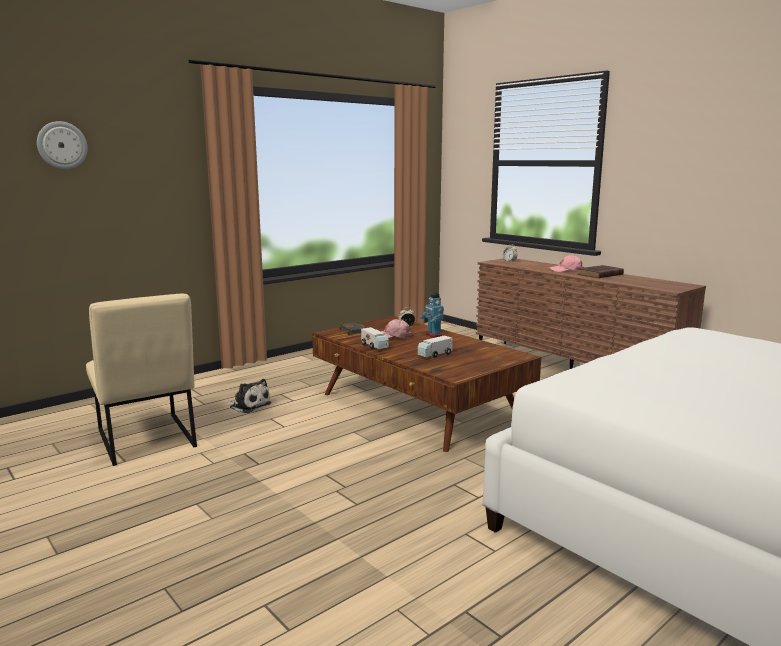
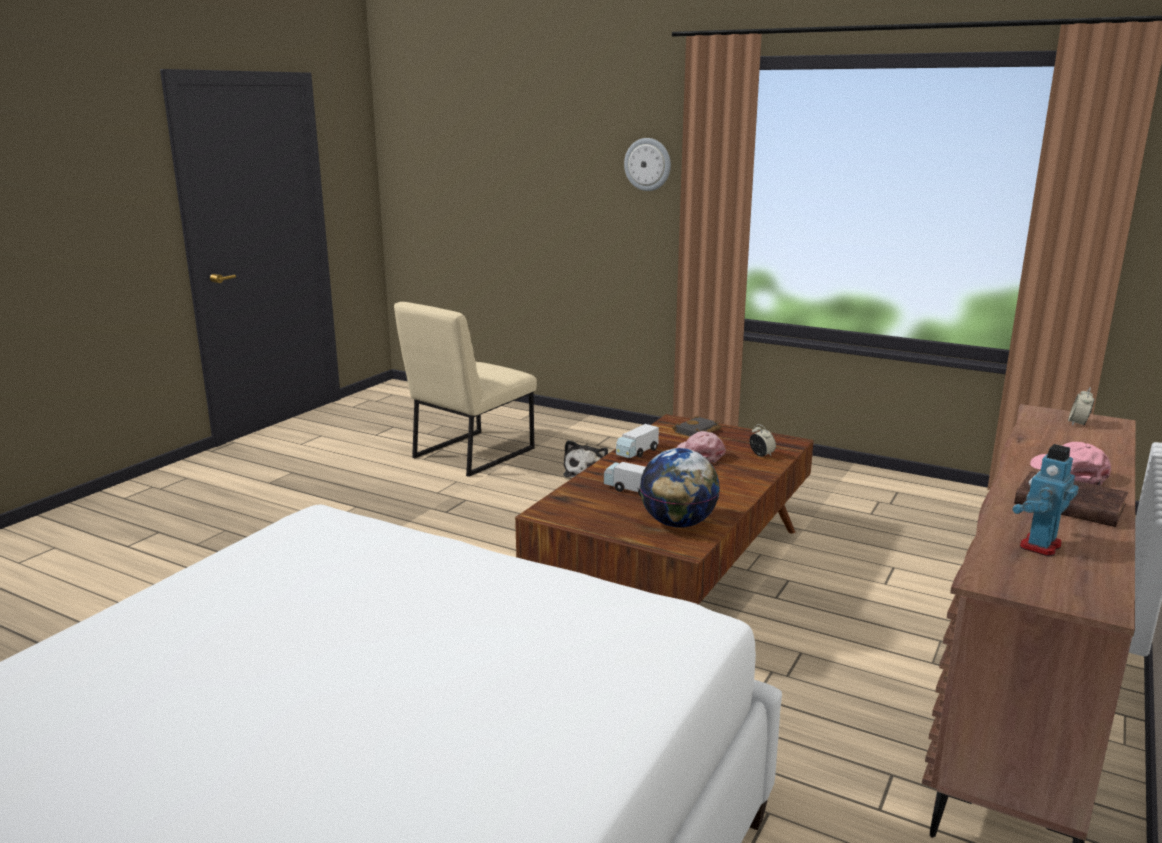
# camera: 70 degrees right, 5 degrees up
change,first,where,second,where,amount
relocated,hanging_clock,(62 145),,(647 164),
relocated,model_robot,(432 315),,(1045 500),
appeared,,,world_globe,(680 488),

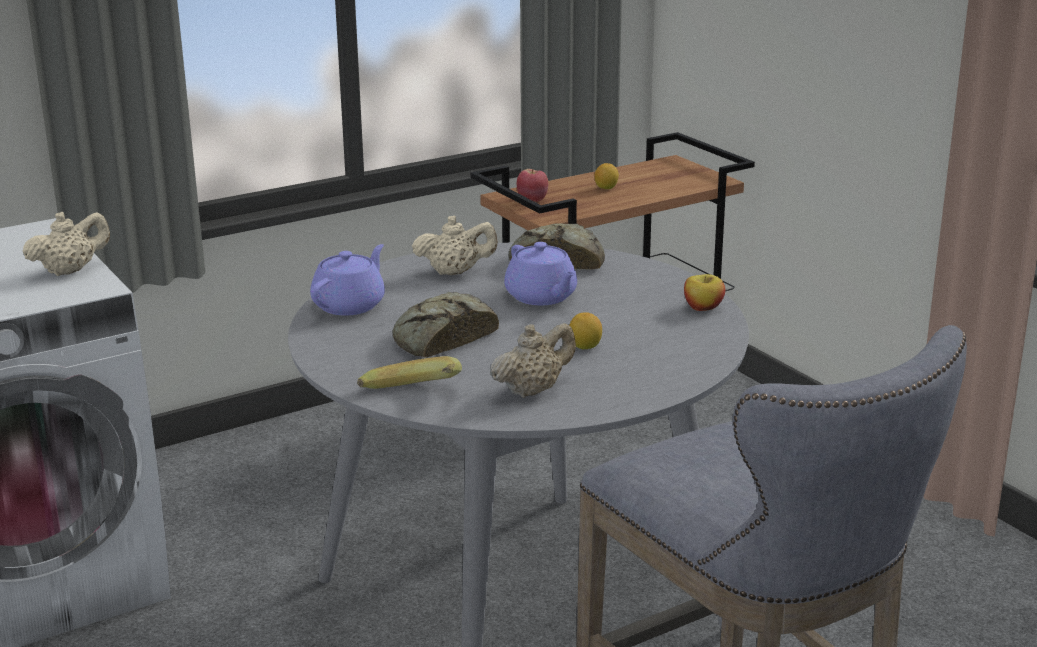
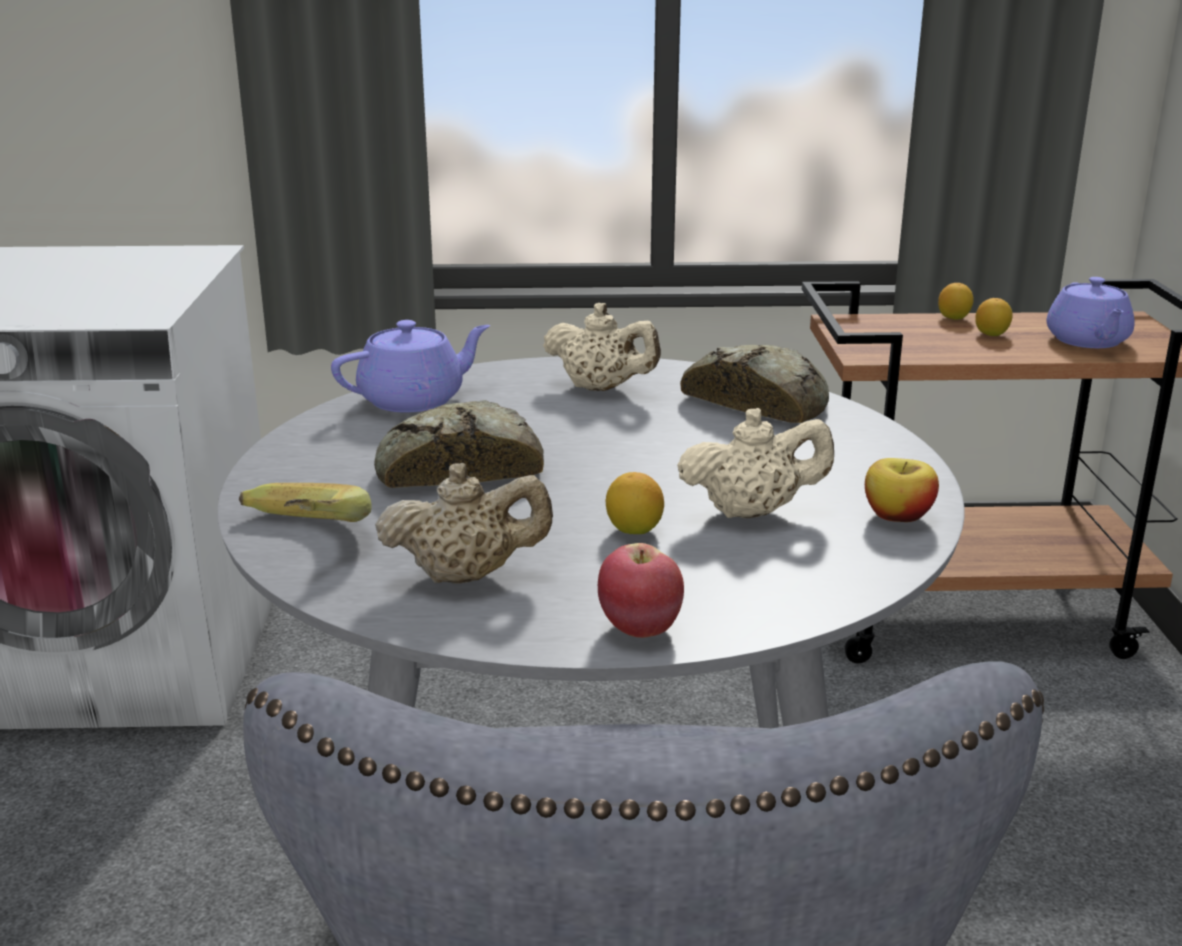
# camera: 30 degrees right, 0 degrees up
change,first,where,second,where,amount
relocated,sand-coloured_teapot,(66 244),,(755 463),
relocated,purple-coloured_teapot,(540 273),,(1091 312),
relocated,apple,(532 185),,(641 590),
appeared,,,citrus_fruit,(956 301),

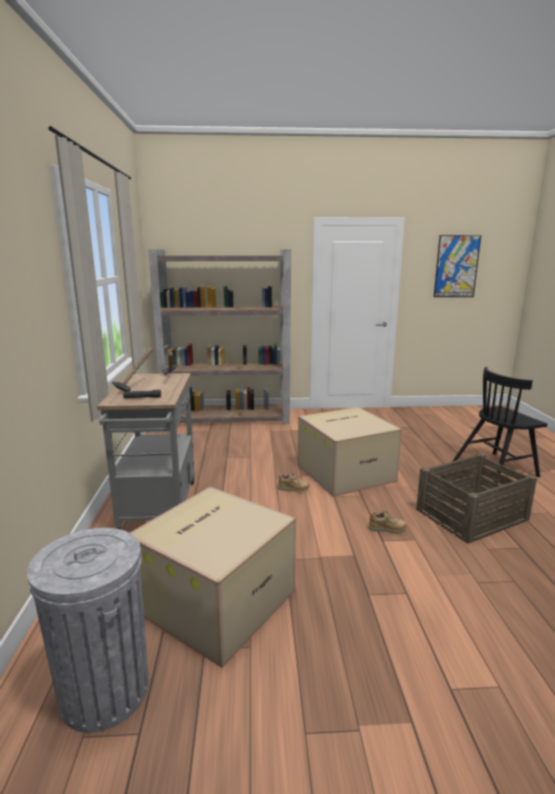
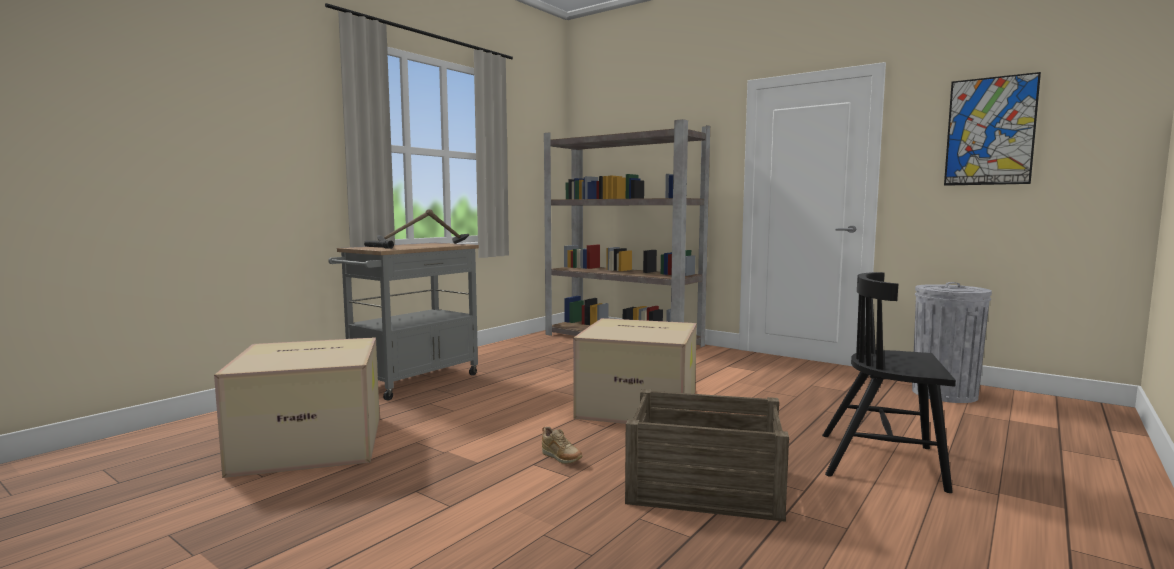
# camera: 40 degrees right, 10 degrees down
change,first,where,second,where,amount
relocated,grey_rubbish_bin,(88 630),,(952 342),
missing,sand-coloured_shoe,(294 482),,,

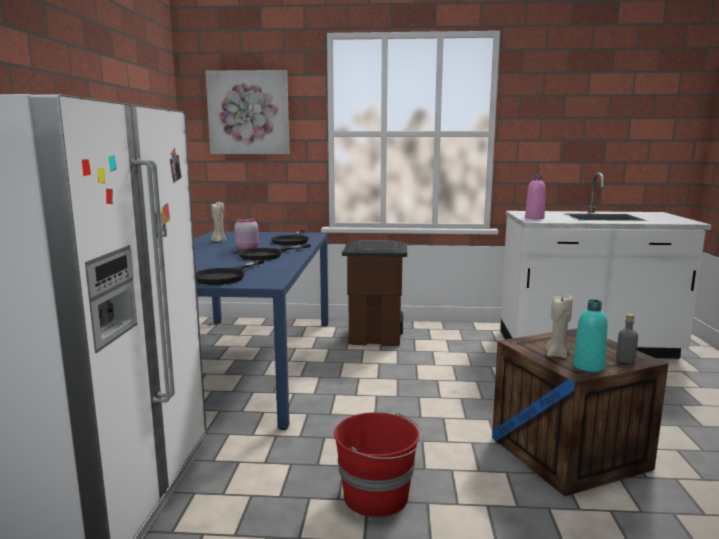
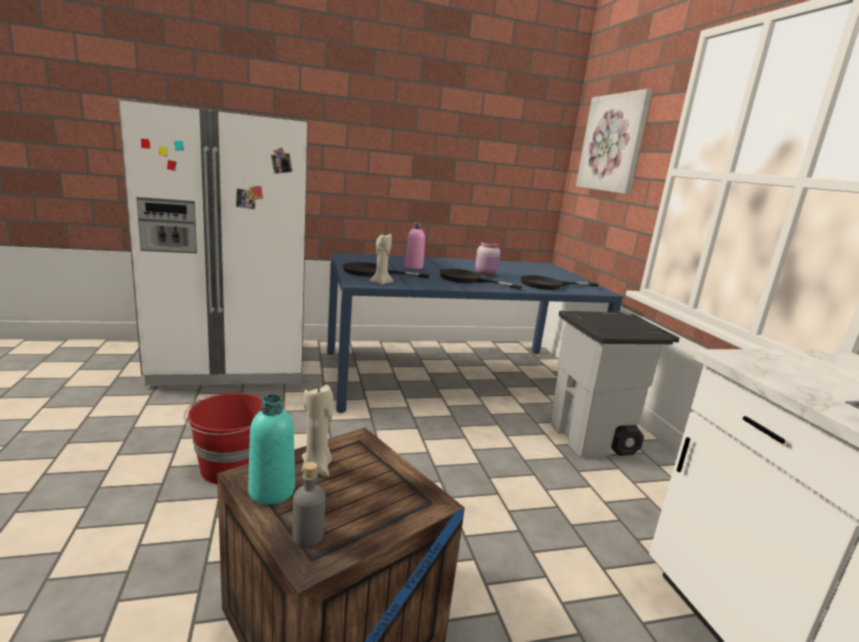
# camera: 70 degrees right, 5 degrees up
change,first,where,second,where,amount
relocated,sand-coloured_wax_light,(219 221),,(381 259),
colour,brown-coloured_rubbish_bin,(374 293),grey_rubbish_bin,(615 384),
relocated,pinkish_beverage_bottle,(535 196),,(414 245),

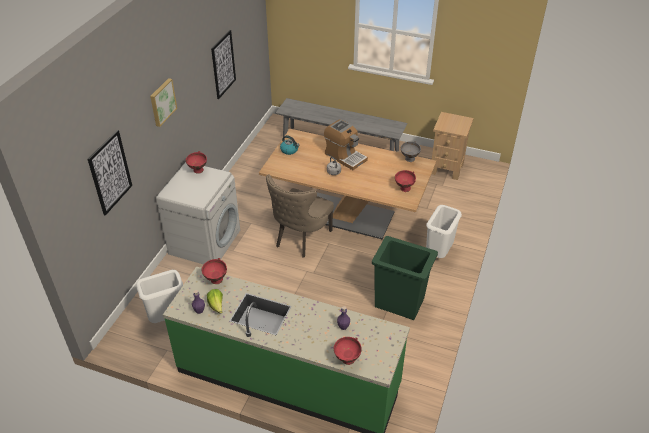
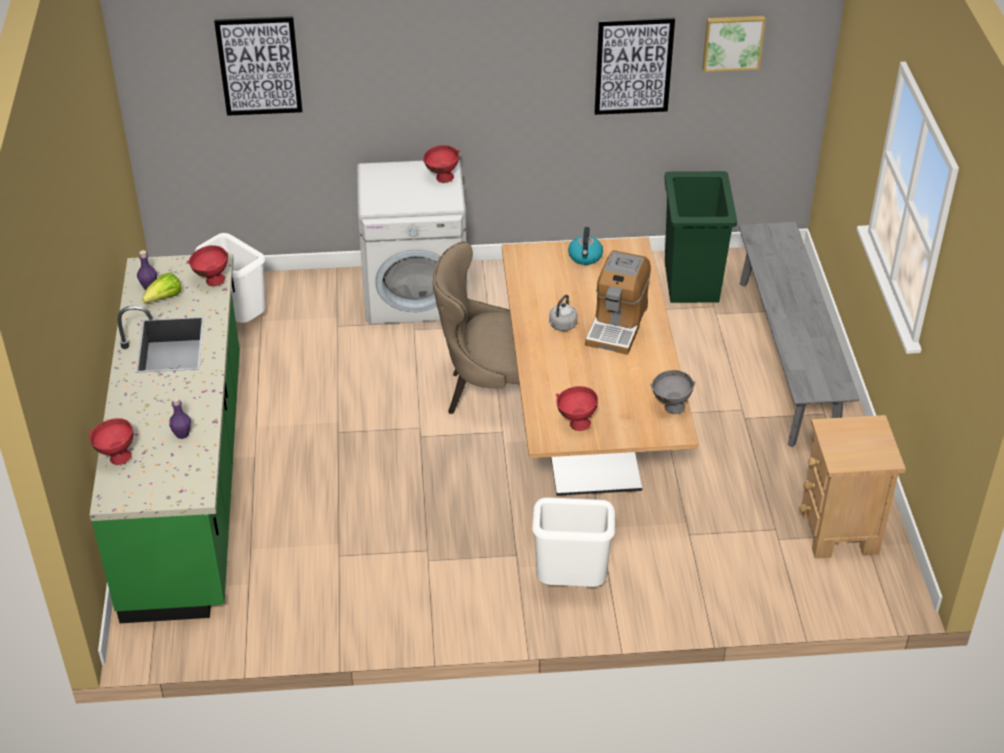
# camera: 65 degrees right, 0 degrees up
change,first,where,second,where,amount
relocated,wall_art,(163 102),,(734 44),
relocated,greenish_rubbish_bin,(405 278),,(700 237),

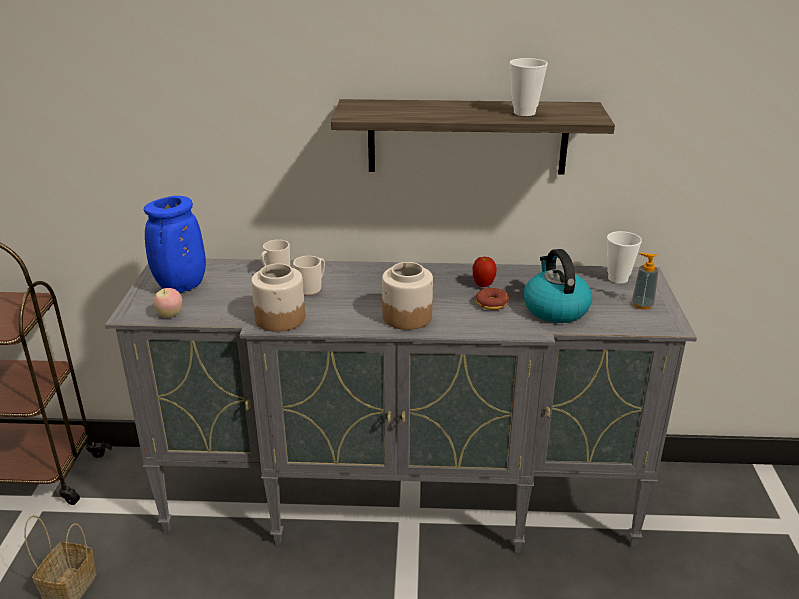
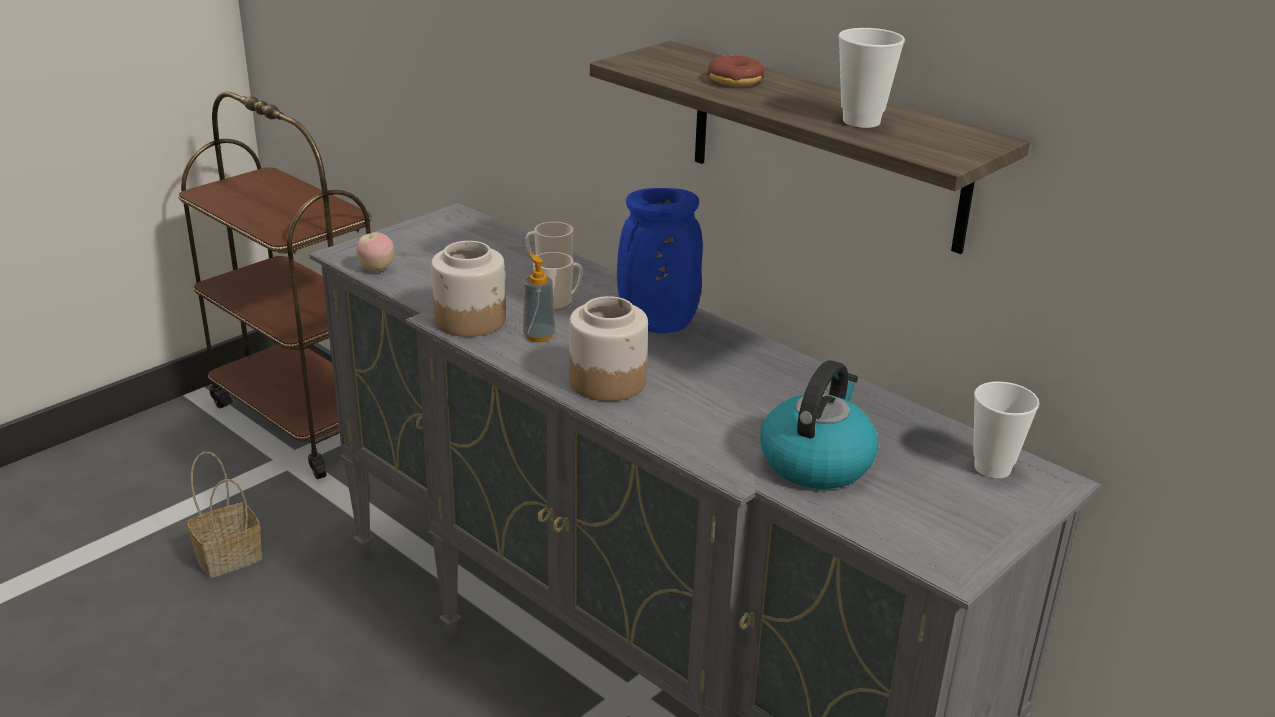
# camera: 40 degrees right, 0 degrees up
change,first,where,second,where,amount
relocated,blue_vase,(175 244),,(660 260),
missing,apple,(485 272),,,
relocated,donut,(492 299),,(735 71),
relocated,liquid_soap_bottle,(645 281),,(539 297),

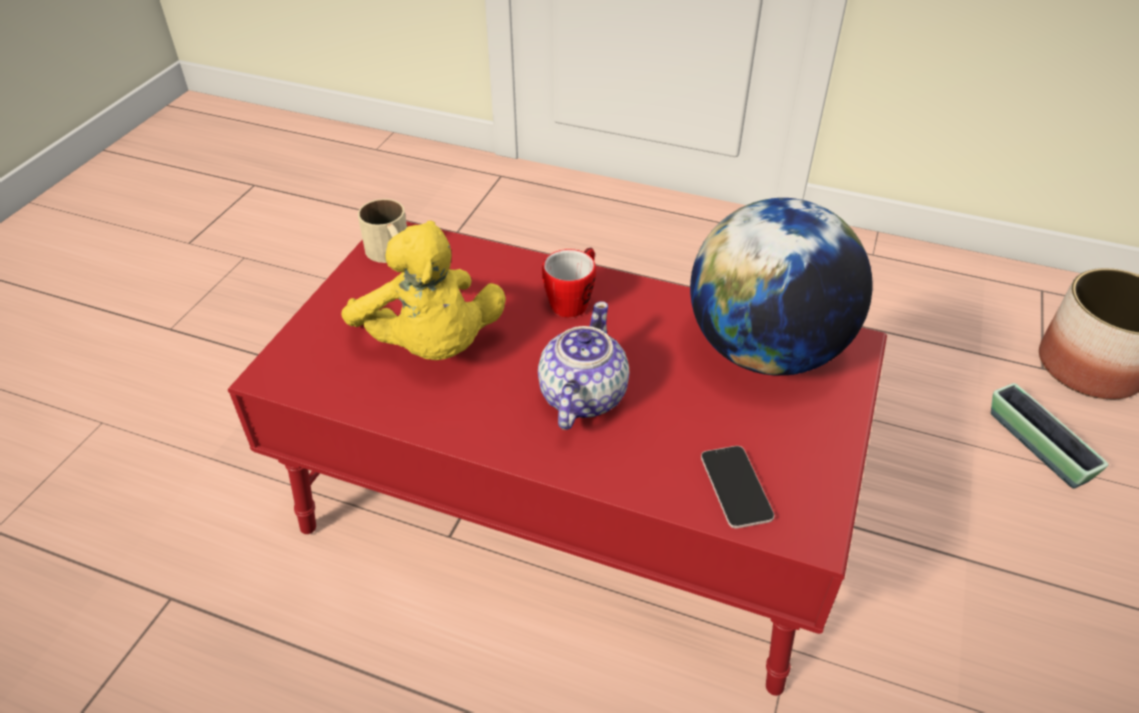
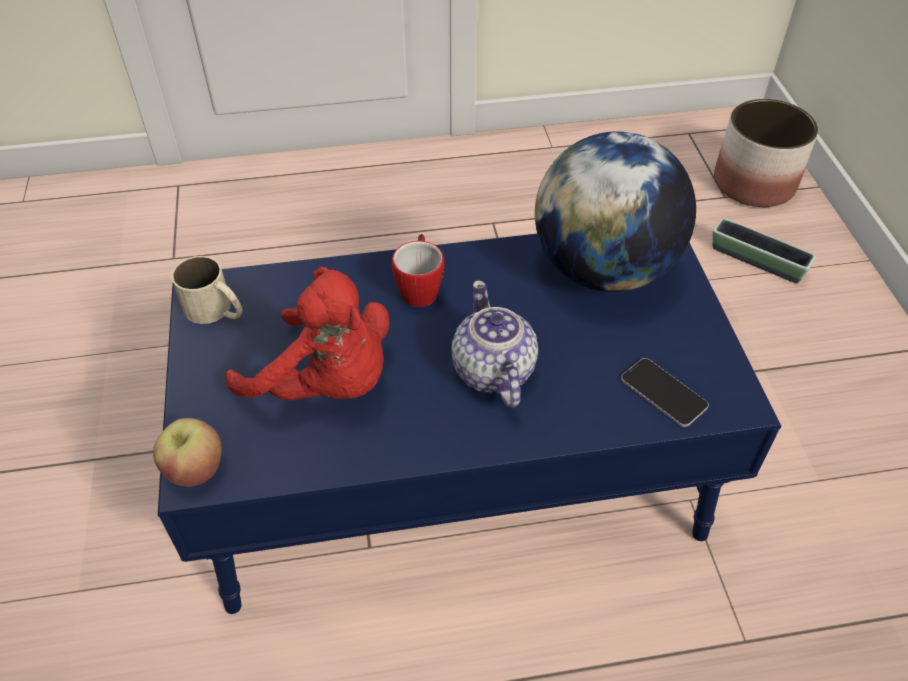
# camera: 30 degrees left, 5 degrees up
change,first,where,second,where,amount
colour,reddish_low_table,(557 458),blue_low_table,(469 424),
colour,yellow-coloured_soft_toy,(423 290),reddish_soft_toy,(308 334),
appeared,,,apple,(187 452),

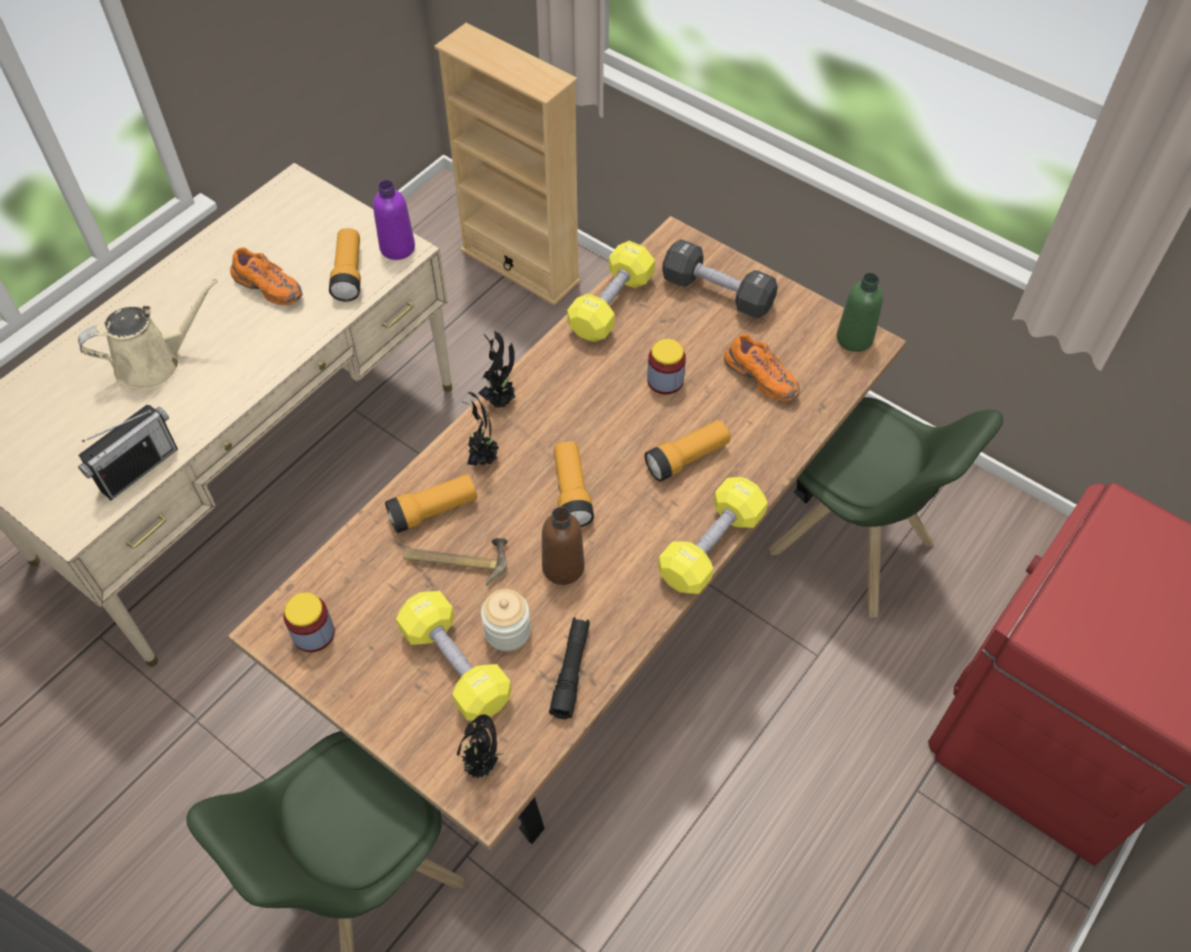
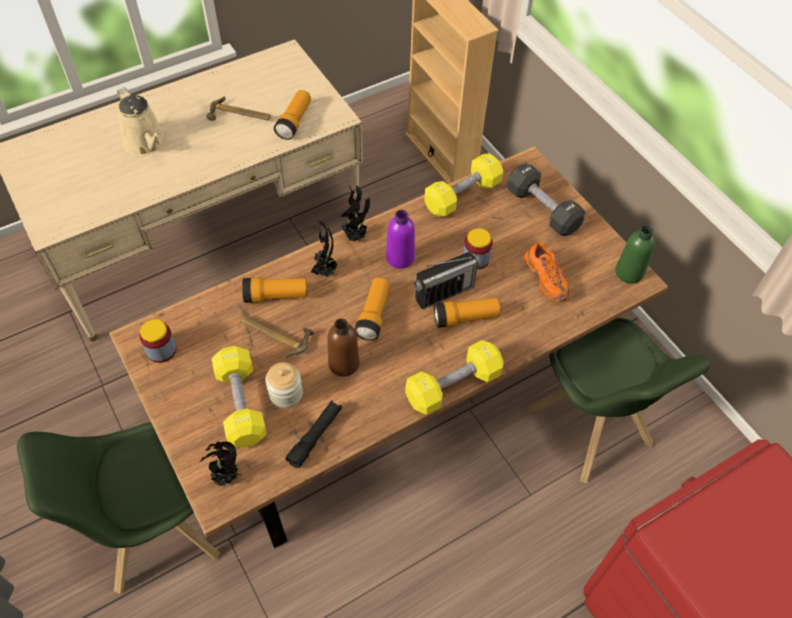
# camera: 20 degrees right, 0 degrees up
change,first,where,second,where,amount
spun,sand-coloured_watering_pot,(148 334),,(141 121),60 degrees clockwise
relocated,radio,(128 452),,(447 280),
exchanged,orange_shoe,(266 276),tool_hammer,(238 108),
relocated,purple-coloured_beverage_bottle,(394 220),,(400 239),

